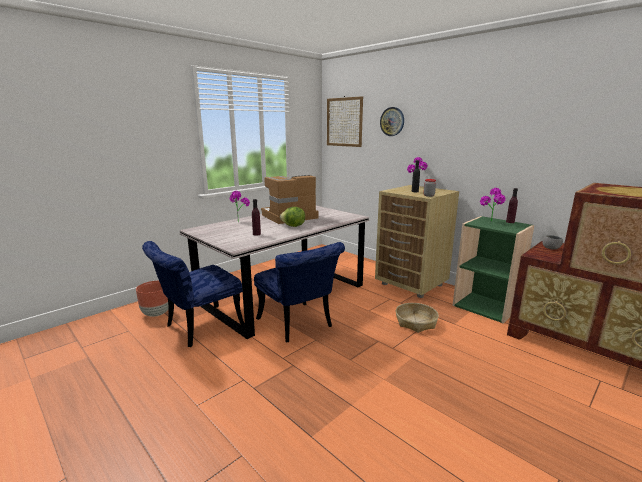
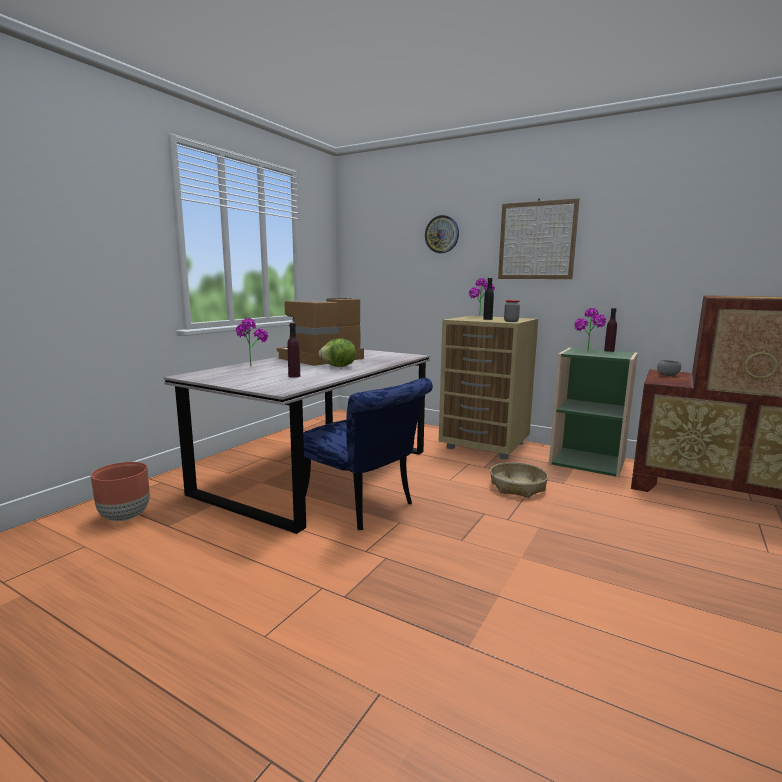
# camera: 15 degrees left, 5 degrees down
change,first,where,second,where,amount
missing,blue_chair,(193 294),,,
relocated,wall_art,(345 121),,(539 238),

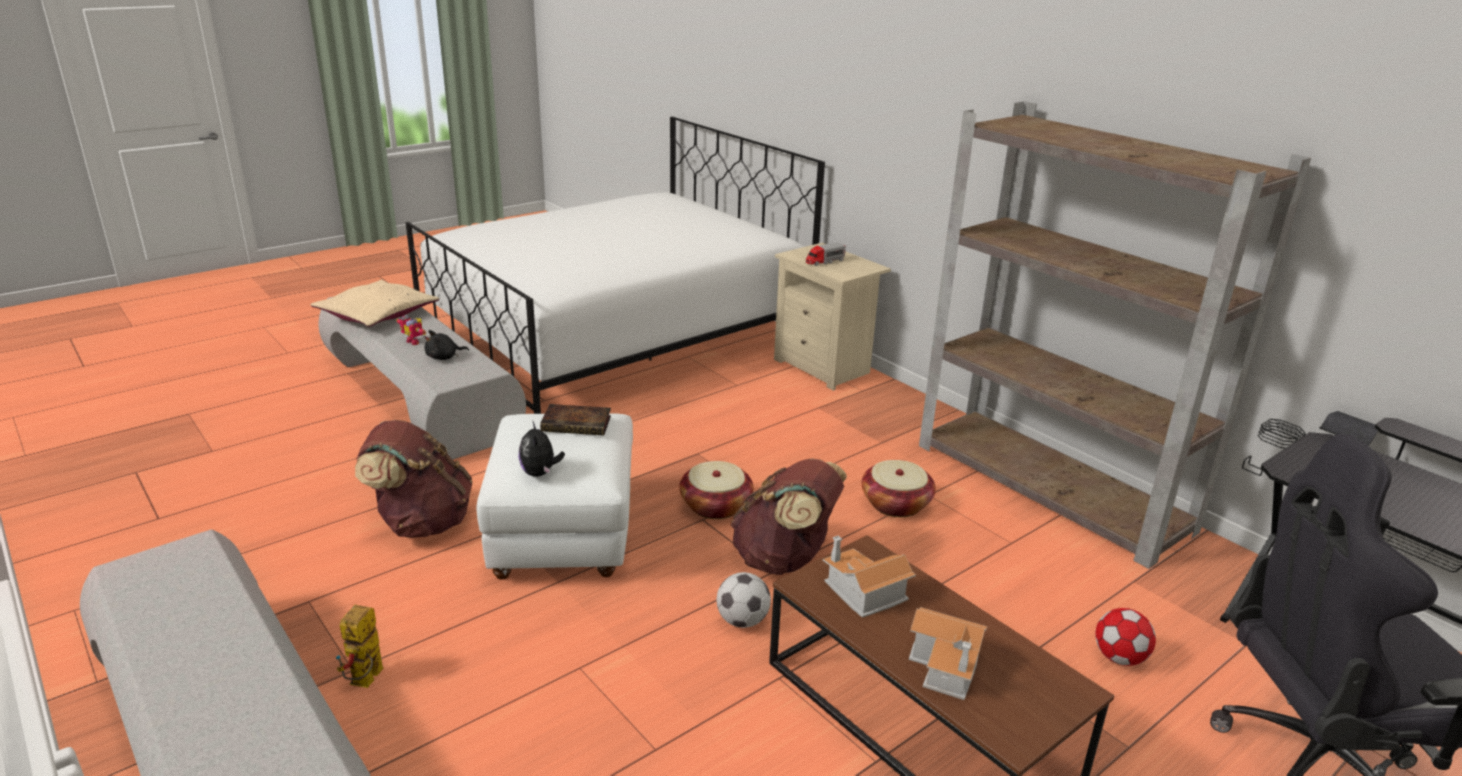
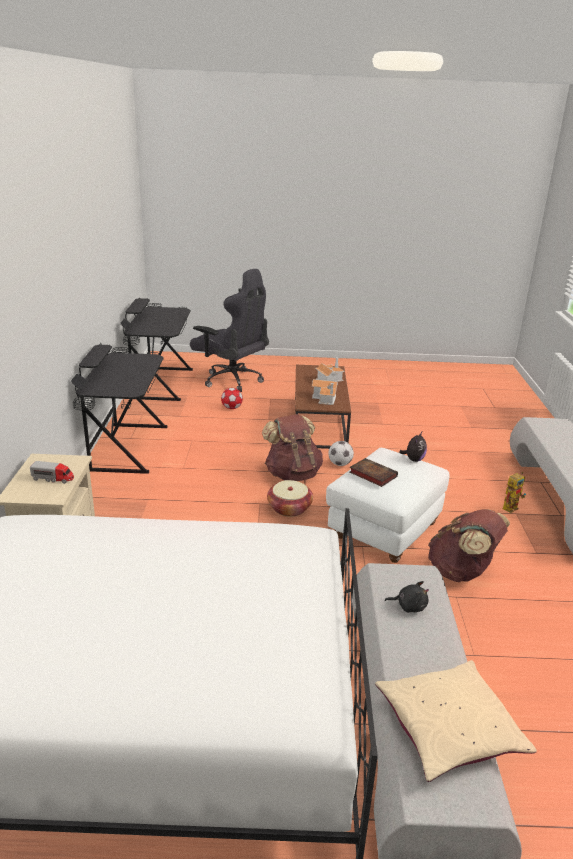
# camera: 140 degrees left, 0 degrees up
change,first,where,second,where,amount
missing,model_robot,(411 330),,,
missing,household_basket,(899 488),,,
exchanged,brown-coloured_shelving_unit,(1115 335),blackish_desk,(119 408),

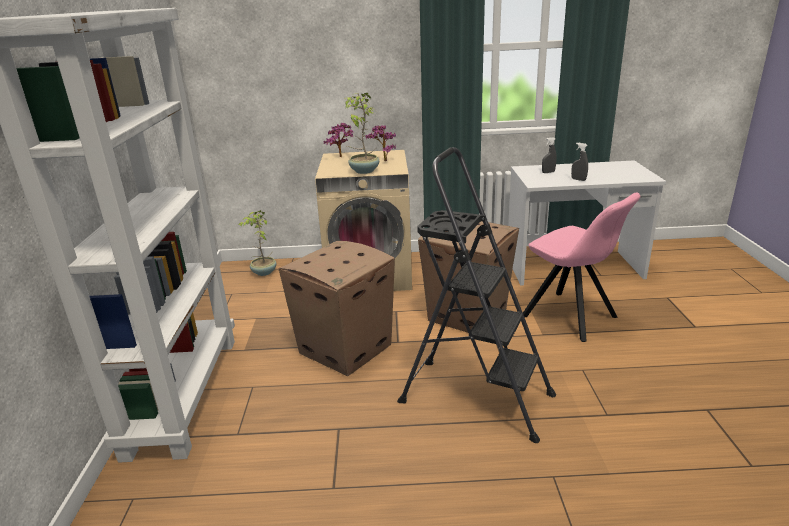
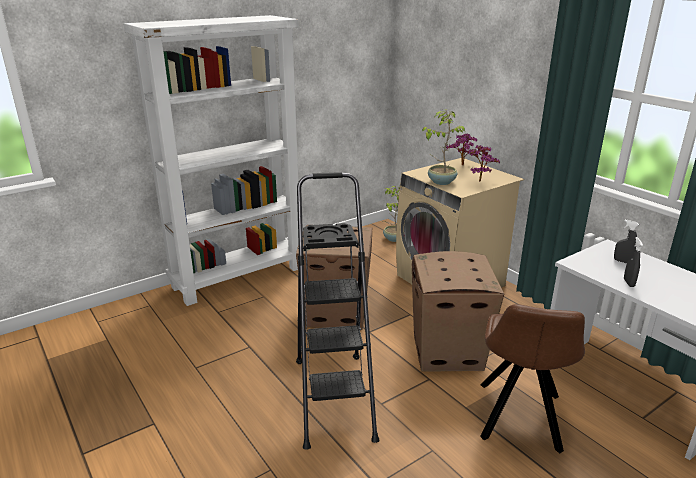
# camera: 55 degrees right, 0 degrees up
change,first,where,second,where,amount
colour,pinkish_chair,(581 267),brown-coloured_chair,(532 378),

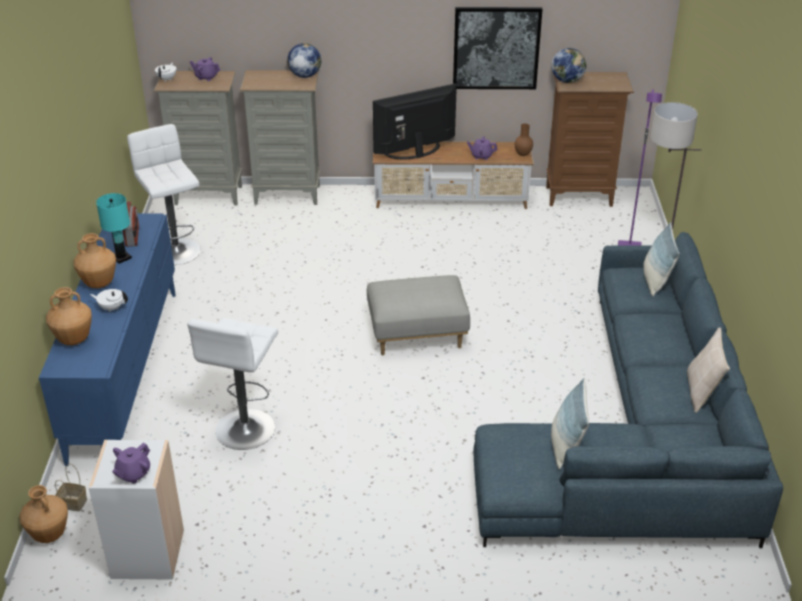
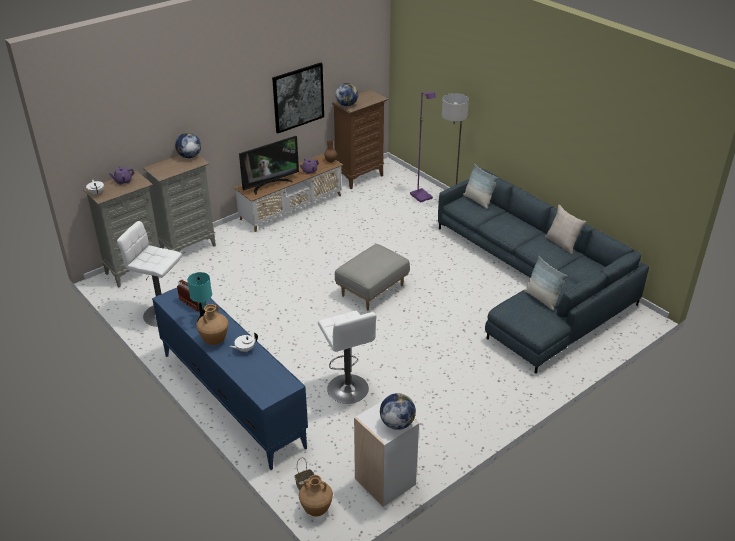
# camera: 40 degrees left, 0 degrees up
change,first,where,second,where,amount
missing,brown-coloured_vase,(69 316),,,
exchanged,purple-coloured_teapot,(131 463),world_globe,(398 411),
spun,TV_set,(415 121),,(269 165),150 degrees counterclockwise

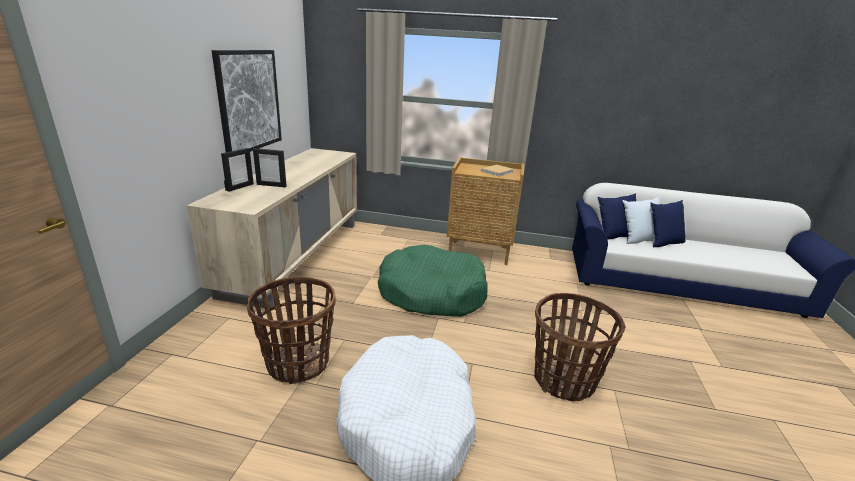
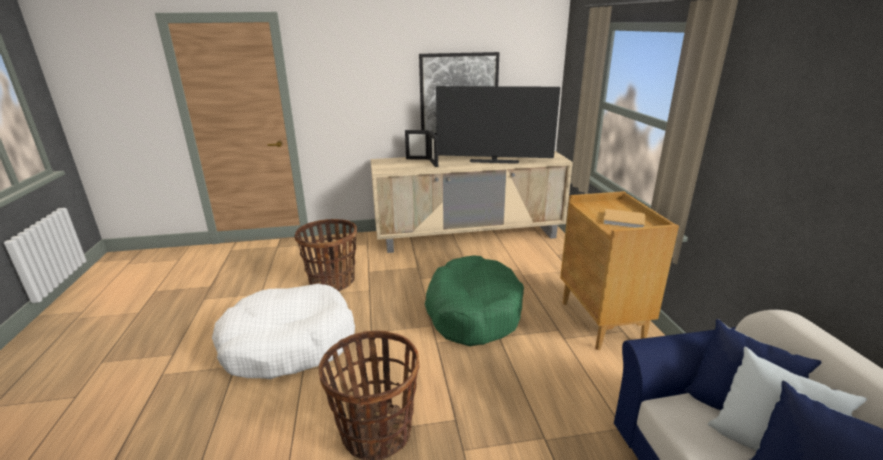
# camera: 70 degrees right, 0 degrees up
change,first,where,second,where,amount
appeared,,,TV_set,(498 125),

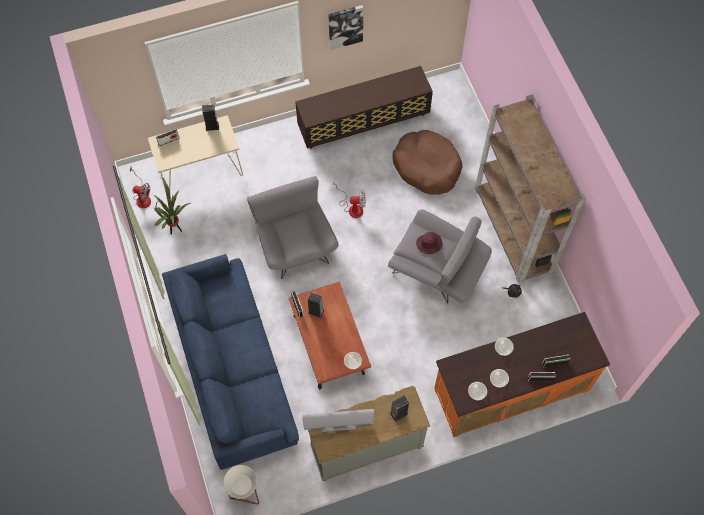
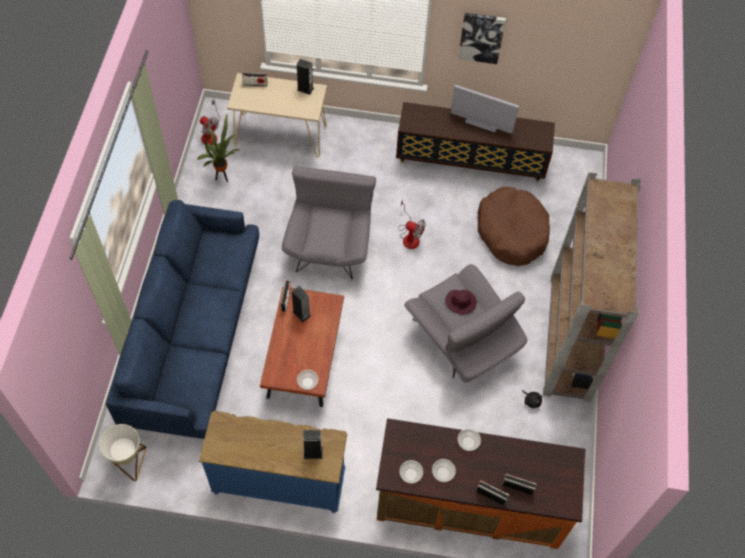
# camera: 25 degrees right, 5 degrees down
change,first,where,second,where,amount
relocated,TV_set,(338 420),,(485 109),
colour,grey_chest_of_drawers,(369 433),blue_chest_of_drawers,(273 462),

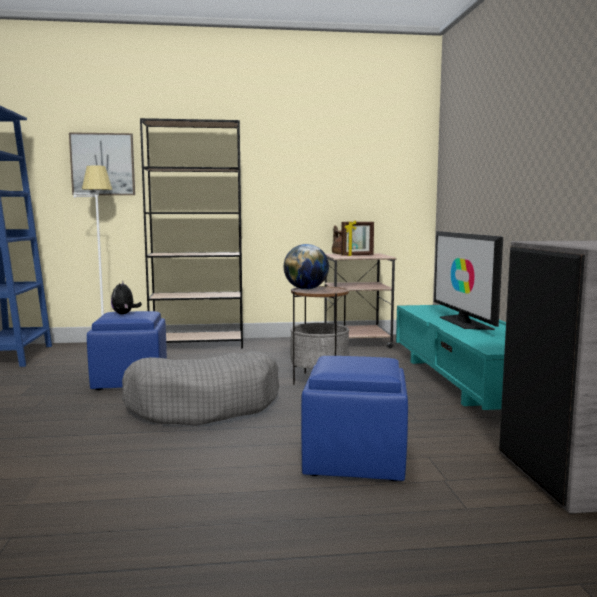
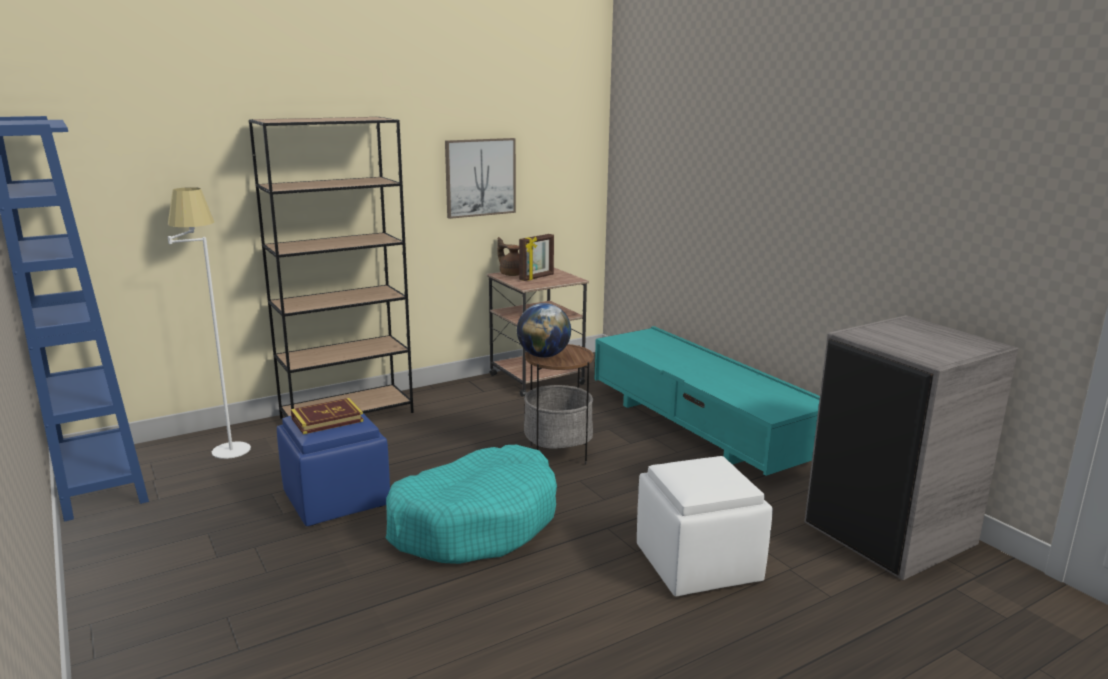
# camera: 25 degrees left, 10 degrees up
change,first,where,second,where,amount
relocated,wall_art,(102 163),,(480 178),
exchanged,soft_toy,(126 297),bound_book,(327 416),
colour,grey_dog_bed,(200 388),turquoise-coloured_dog_bed,(471 504),
colour,blue_ottoman,(354 418),white-coloured_ottoman,(705 526),
missing,TV_set,(468 280),,,

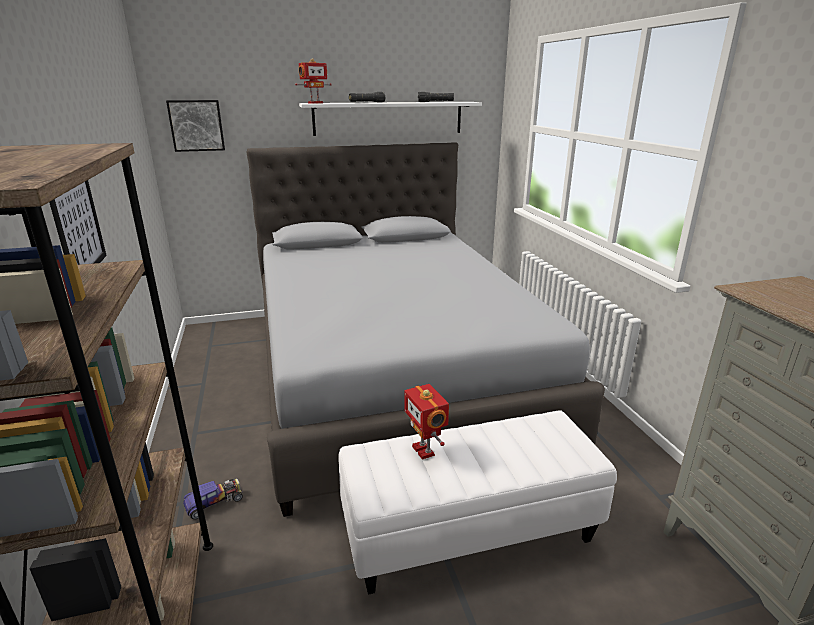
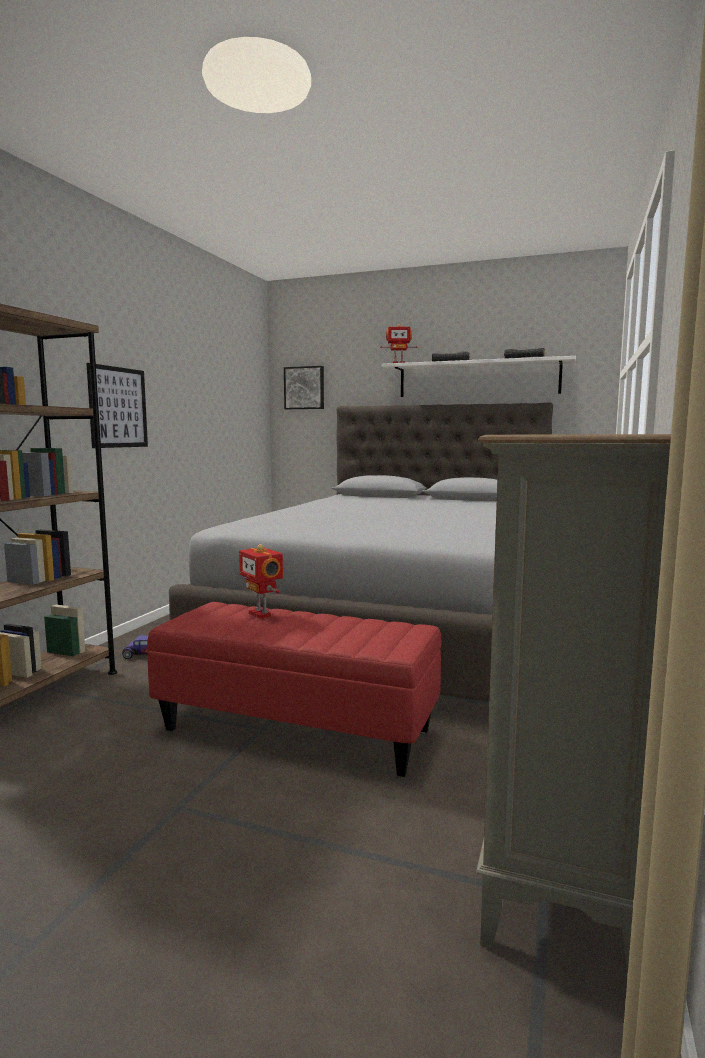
# camera: 35 degrees right, 15 degrees down
change,first,where,second,where,amount
colour,white-coloured_ottoman,(477 502),reddish_ottoman,(295 689),
spun,model_robot,(427 422),,(261 581),45 degrees counterclockwise

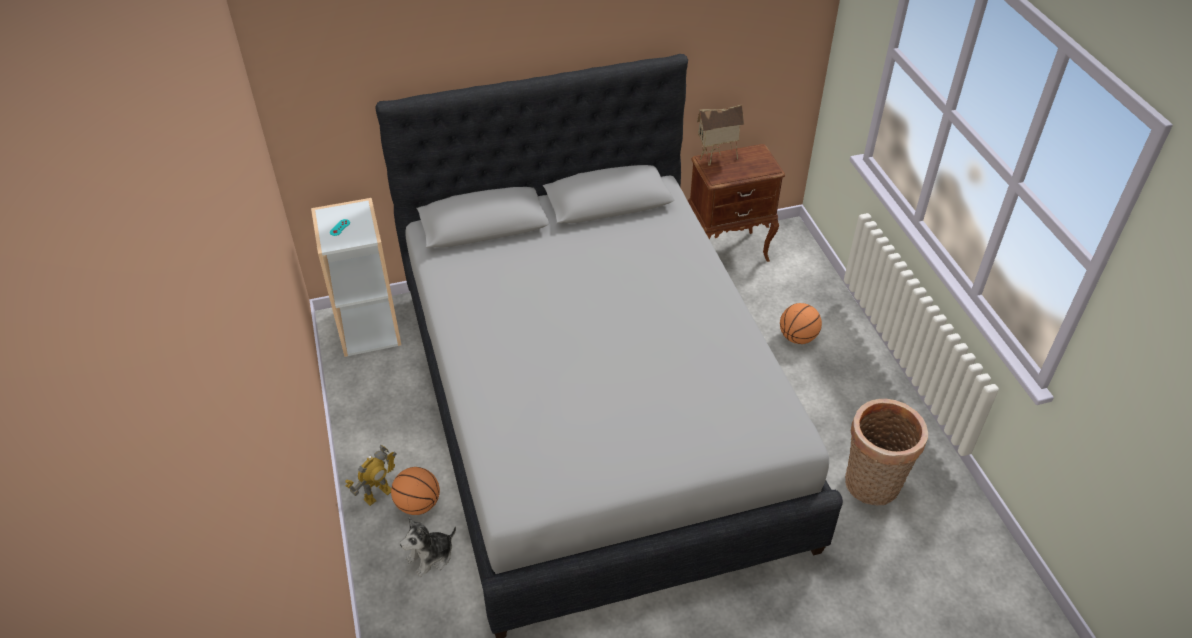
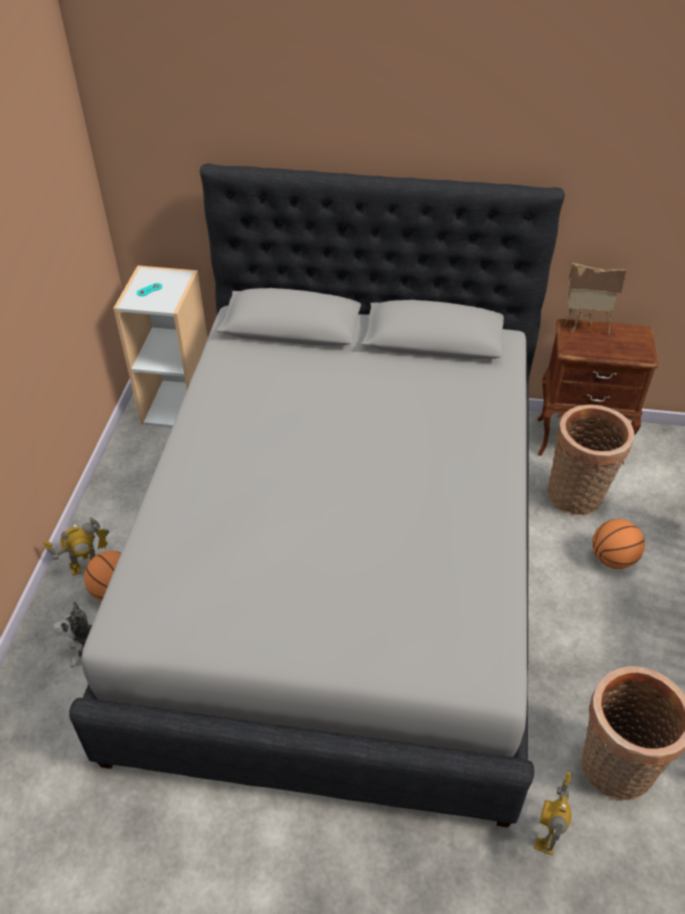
# camera: 25 degrees right, 0 degrees up
change,first,where,second,where,amount
appeared,,,model_robot,(553 813),
appeared,,,household_basket,(591 459),

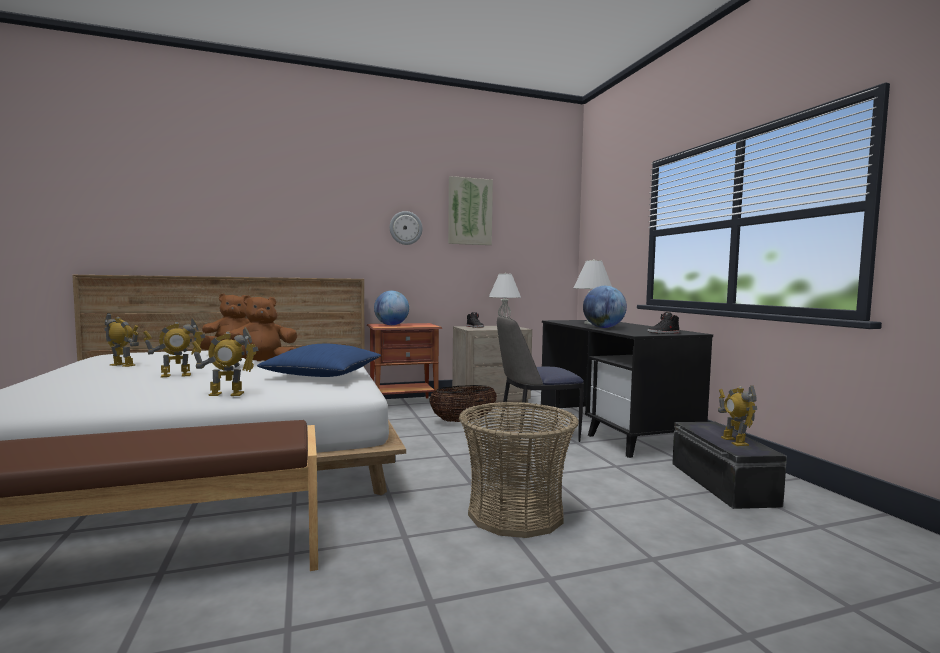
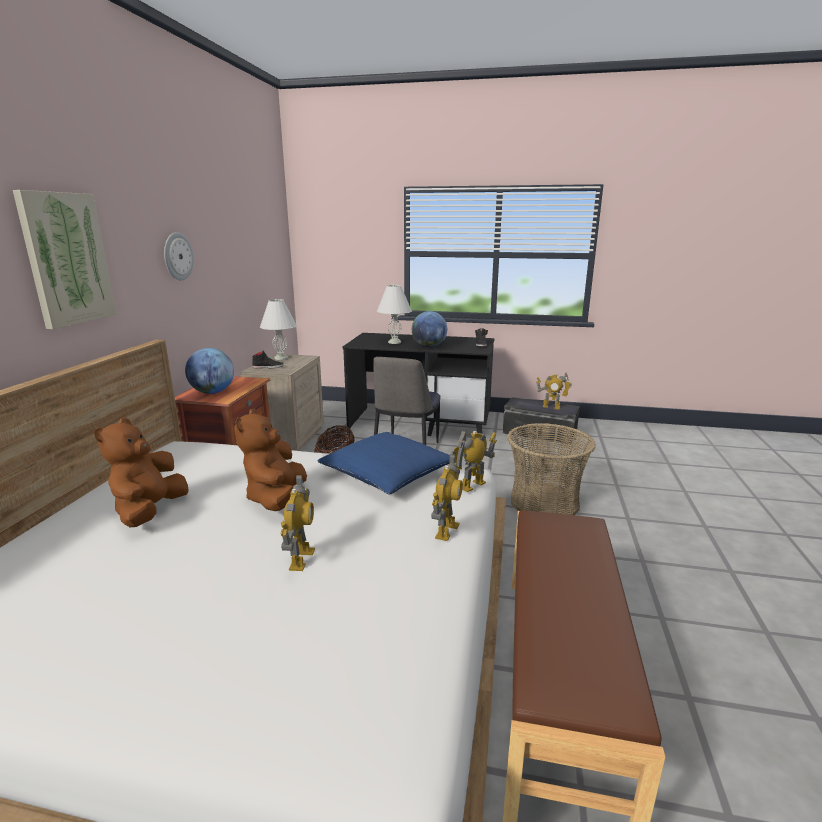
# camera: 60 degrees left, 15 degrees up
change,first,where,second,where,amount
relocated,model_robot,(121 340),,(474 461),
relocated,wall_art,(470 210),,(65 259),

